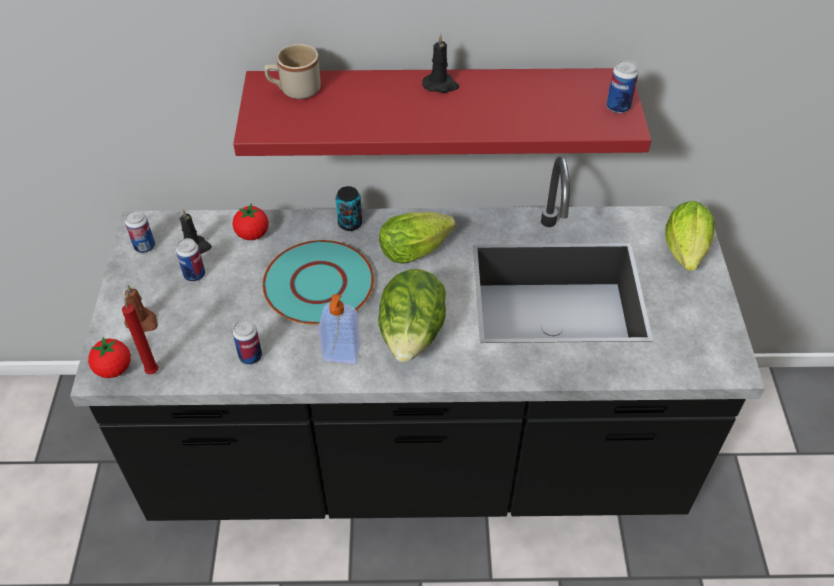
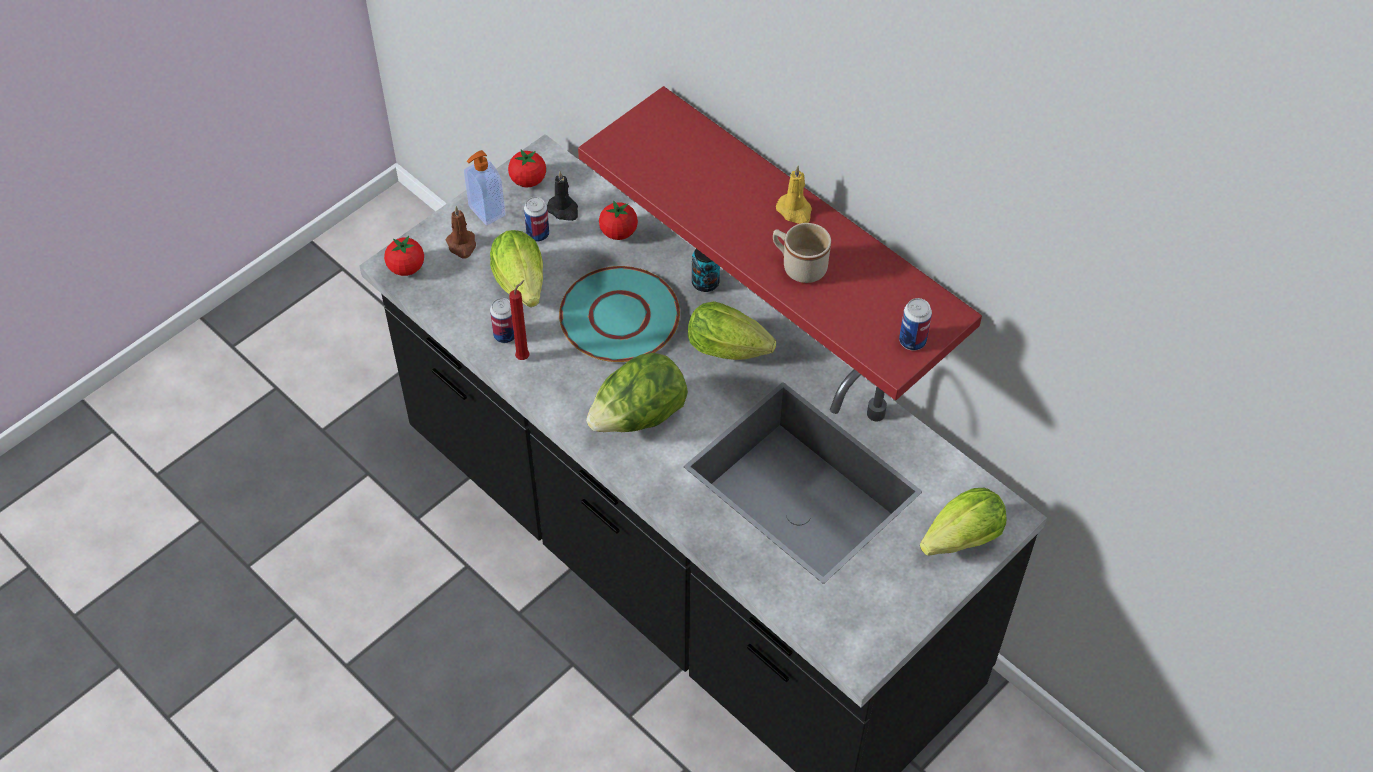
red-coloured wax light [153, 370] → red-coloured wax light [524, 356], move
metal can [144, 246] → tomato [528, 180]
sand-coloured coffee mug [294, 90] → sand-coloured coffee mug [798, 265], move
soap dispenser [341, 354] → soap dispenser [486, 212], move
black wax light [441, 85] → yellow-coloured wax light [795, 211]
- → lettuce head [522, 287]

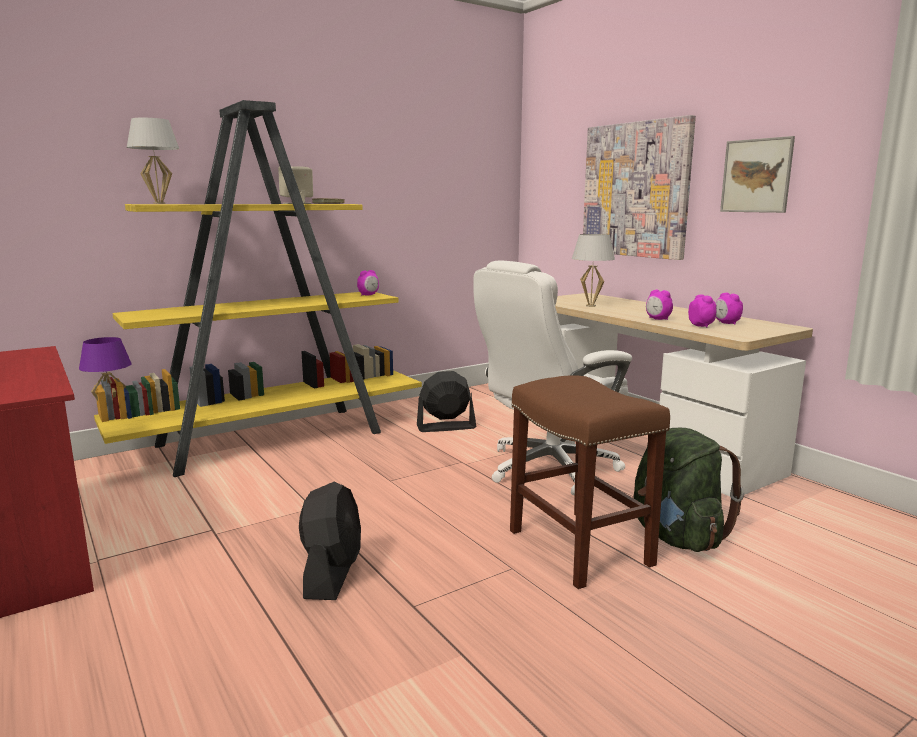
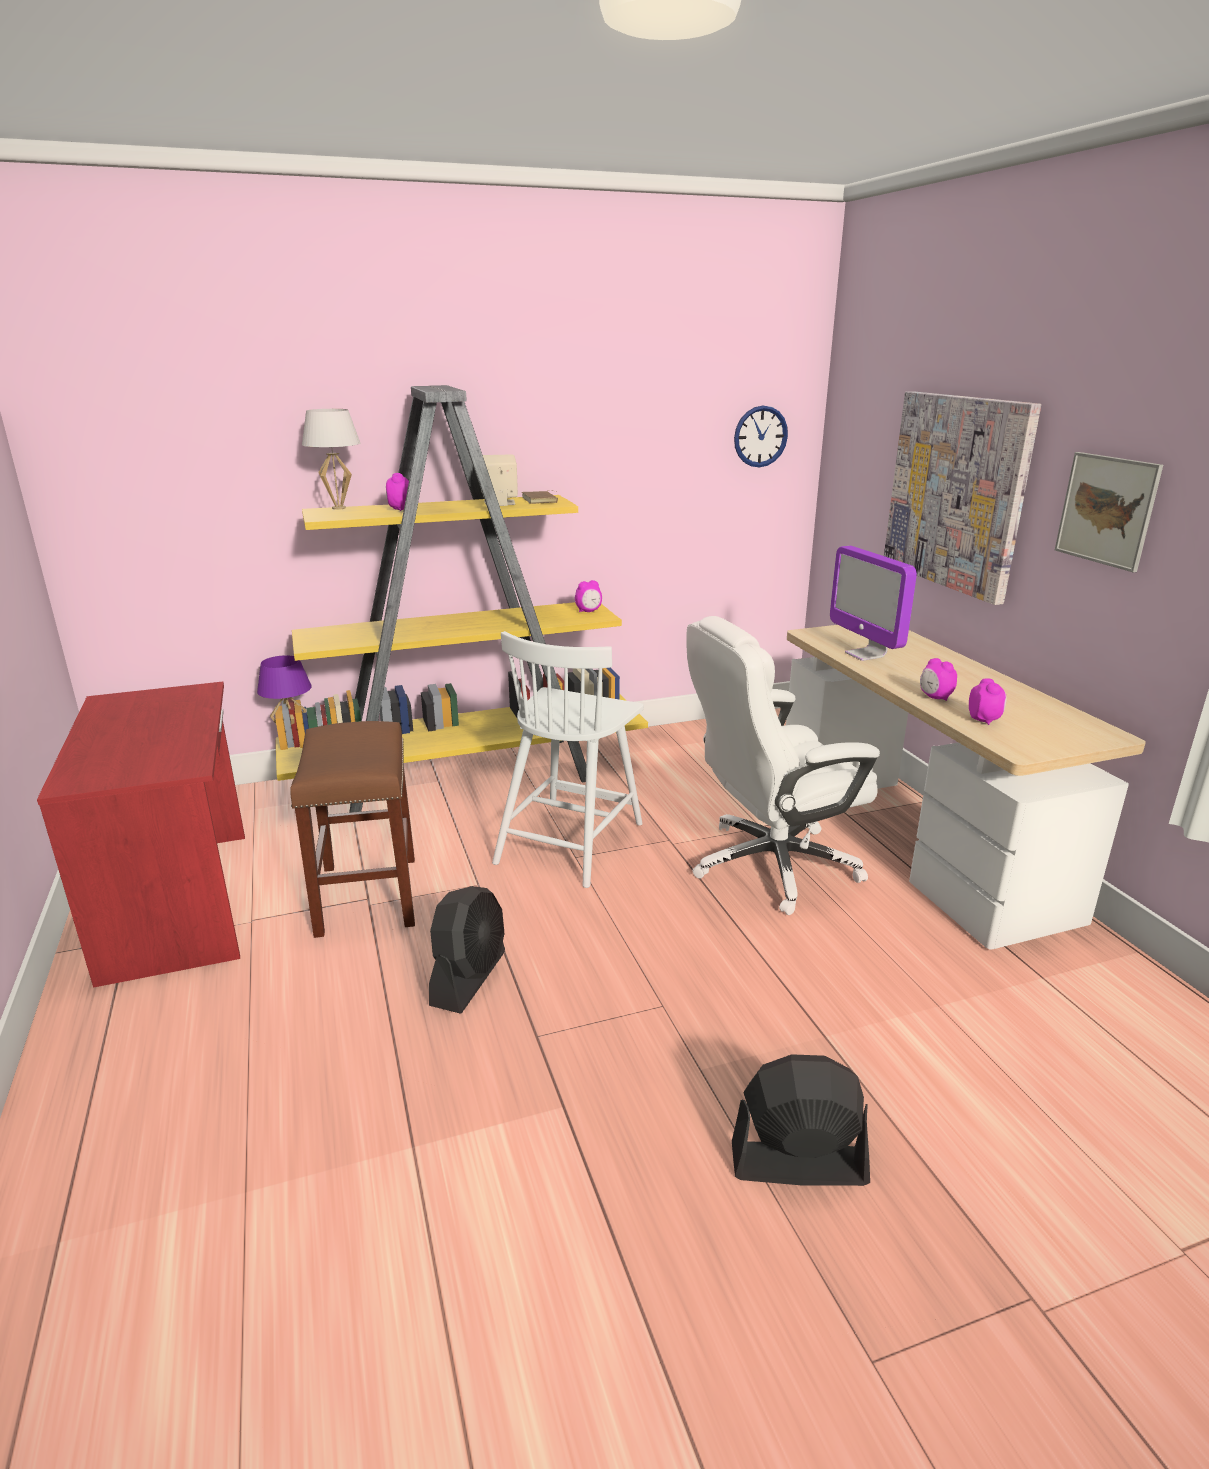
black fan [446, 427] → black fan [798, 1163], move
brownish stool [581, 548] → brownish stool [368, 896], move
white-coloured table lamp [590, 306] → computer screen [865, 655]
green knapsack [677, 537] → -
alarm clock [726, 323] → alarm clock [399, 509], move
- → white-coloured upright chair [570, 841]
- → clock on the wall [760, 436]

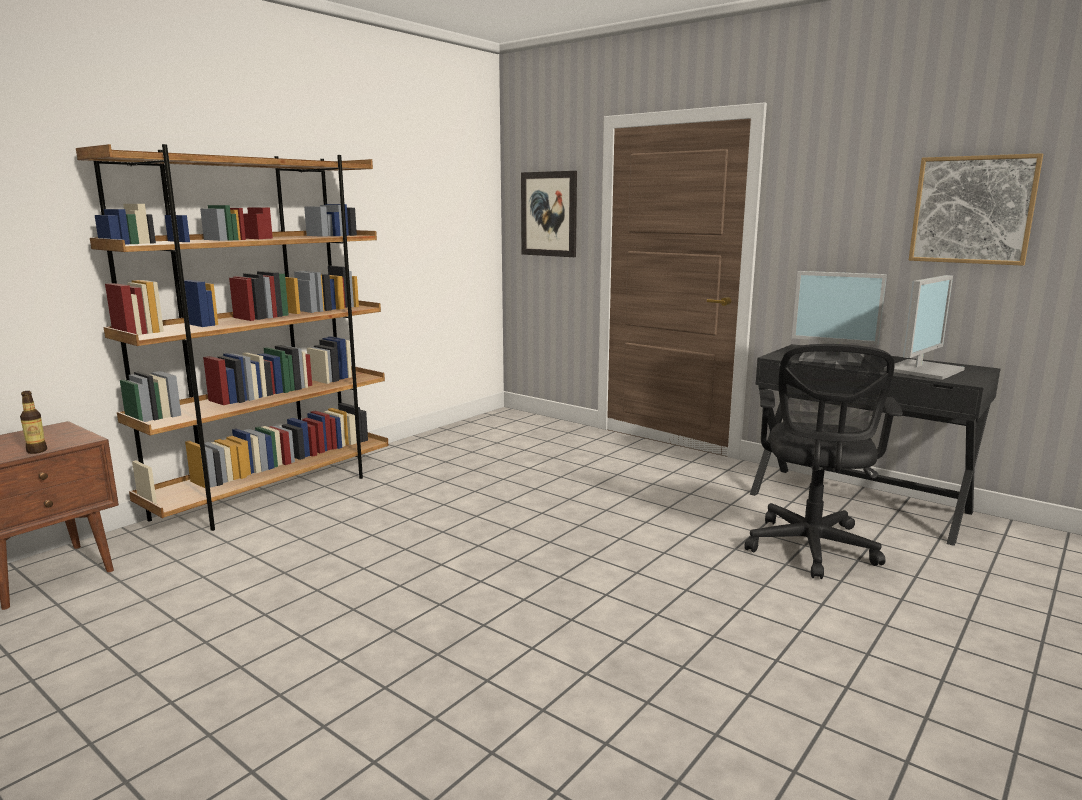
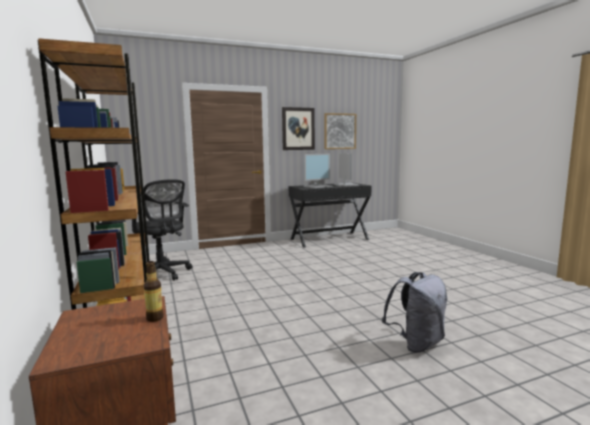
picture [549, 214] → picture [298, 129], move
black computer chair [811, 549] → black computer chair [162, 273], move
- → gray knapsack [416, 343]

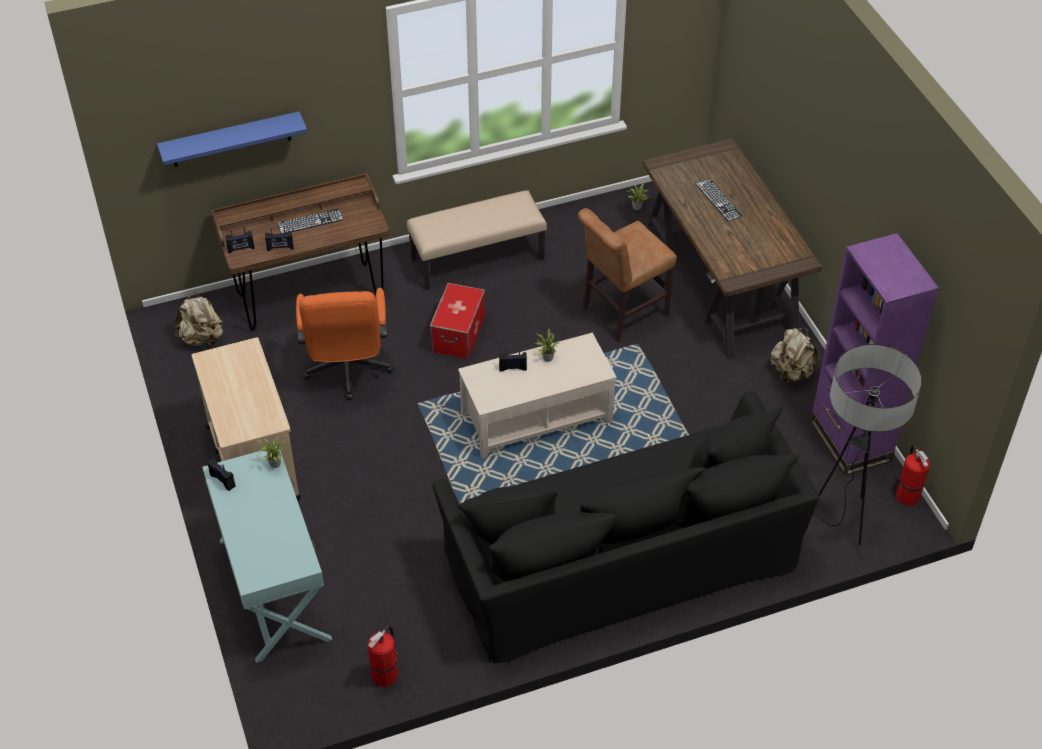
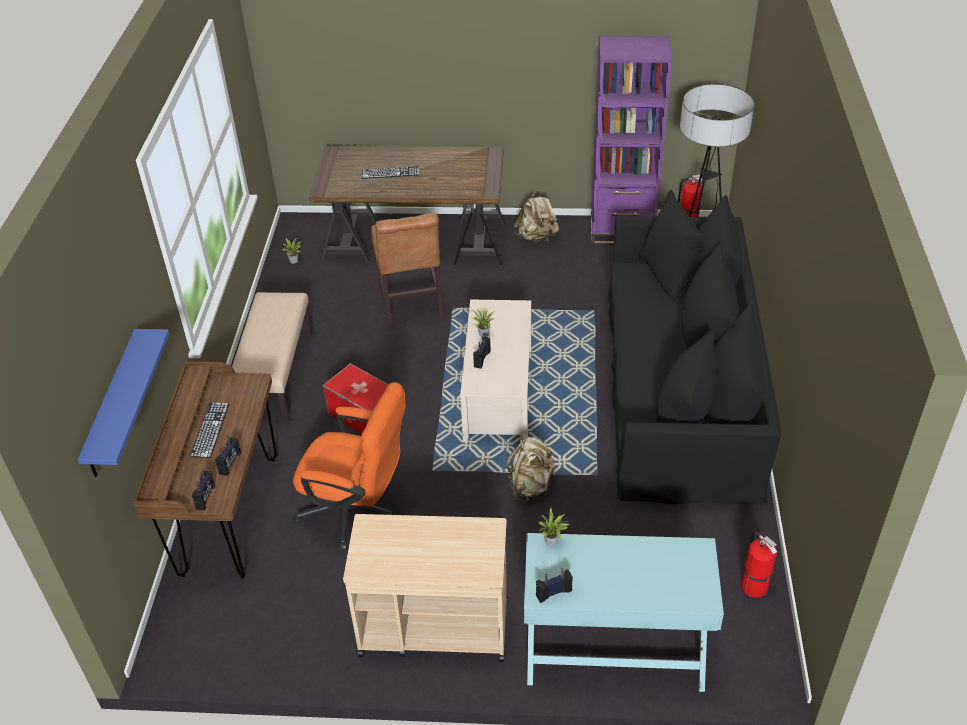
sand-coloured knapsack [202, 339] → sand-coloured knapsack [530, 486], move

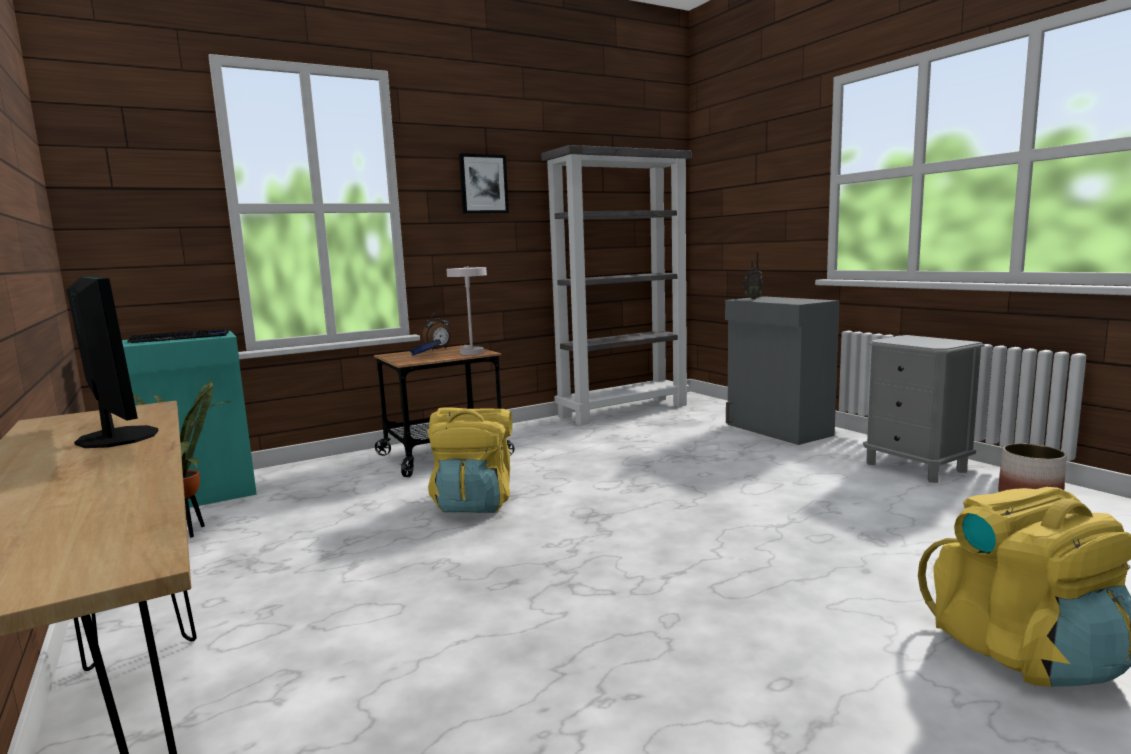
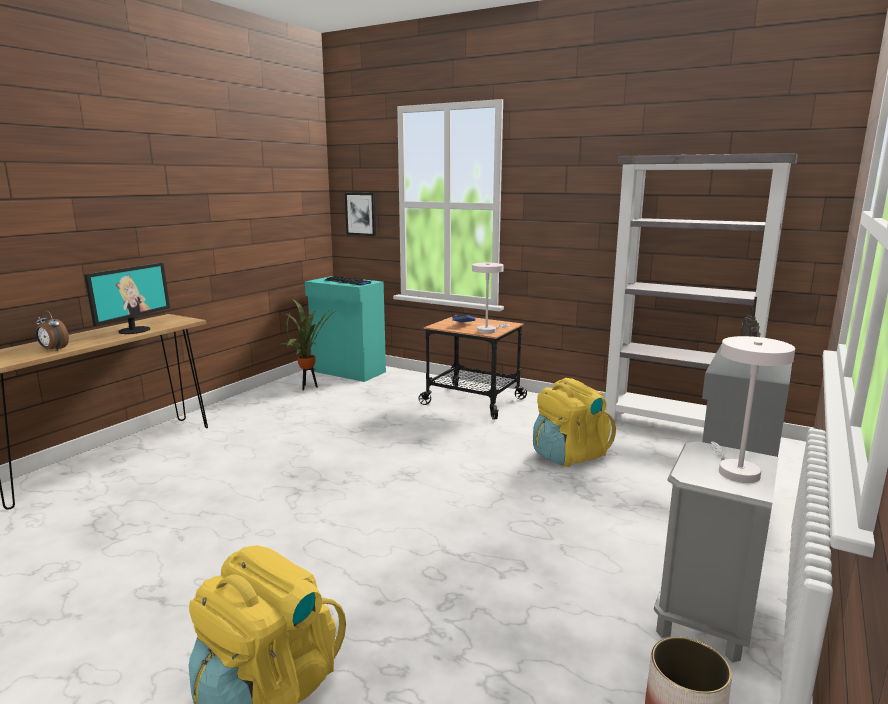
alarm clock [439, 349] → alarm clock [53, 349], move
yellow-coloured knapsack [475, 503] → yellow-coloured knapsack [569, 455], move
picture [483, 184] → picture [361, 214], move
- → white-coloured table lamp [735, 470]

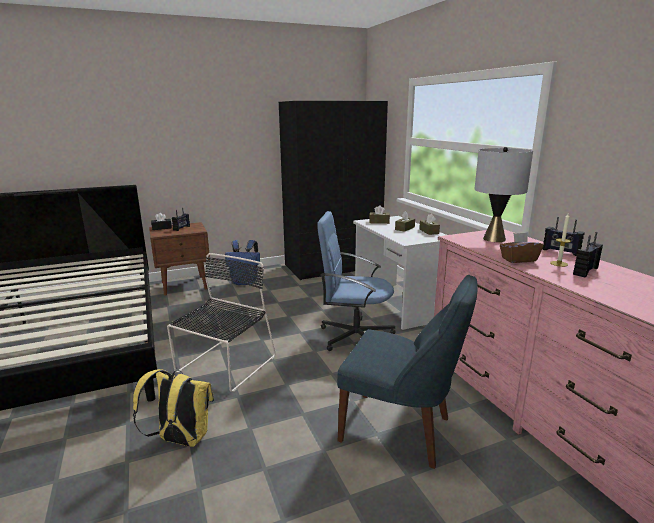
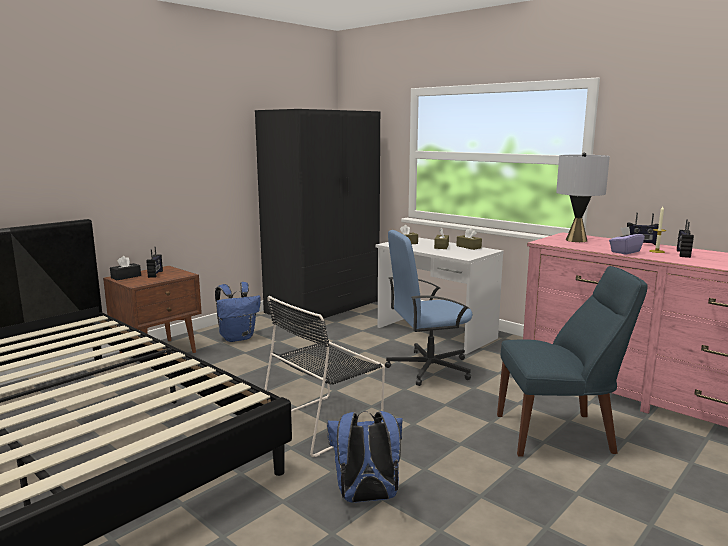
yellow-coloured knapsack [181, 440] → blue-coloured knapsack [366, 498]
black upright chair [224, 366] → black upright chair [324, 423], 135 degrees counterclockwise
brownish box of tissues [518, 259] → purplish box of tissues [625, 252]

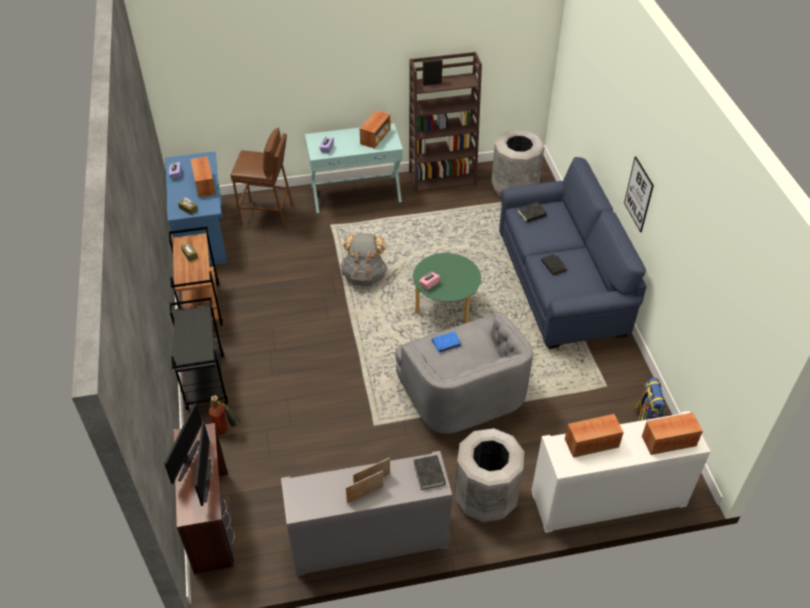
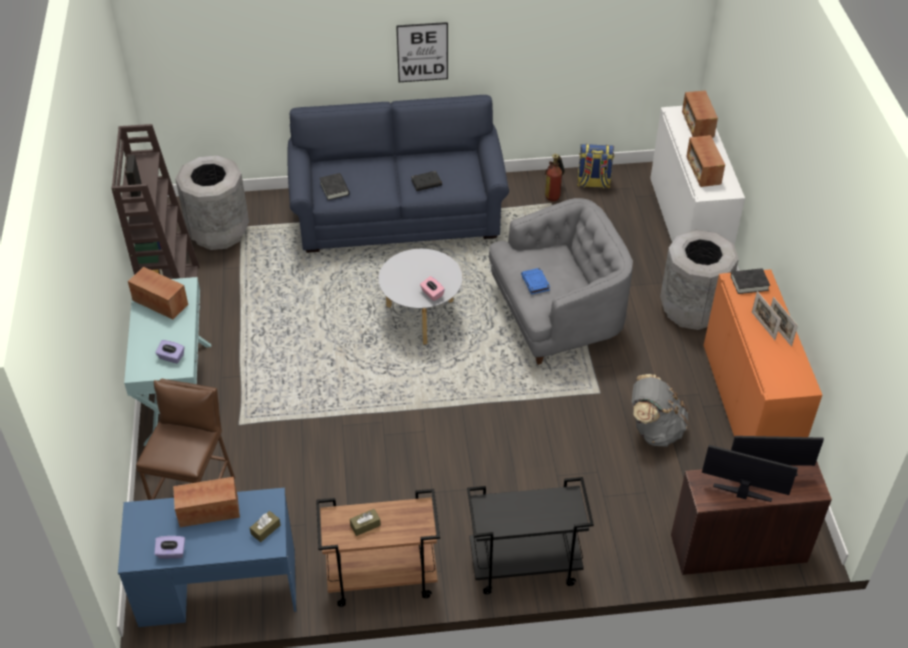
extinguisher [226, 431] → extinguisher [554, 193], move
gray storage cabinet [369, 540] → orangey storage cabinet [748, 404]
gray knapsack [364, 276] → gray knapsack [654, 429], move
green coffee table [445, 307] → gray coffee table [421, 316]

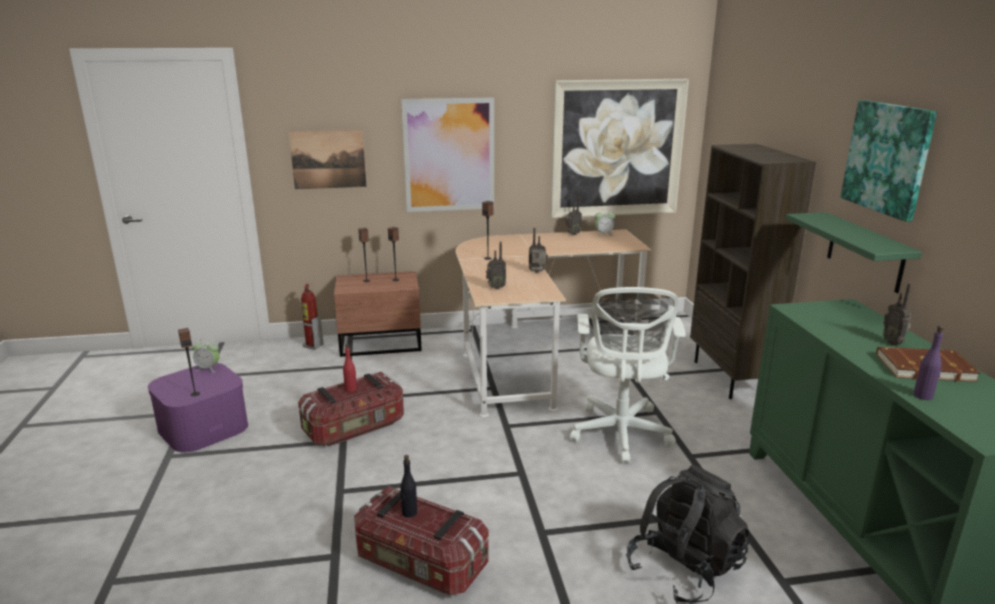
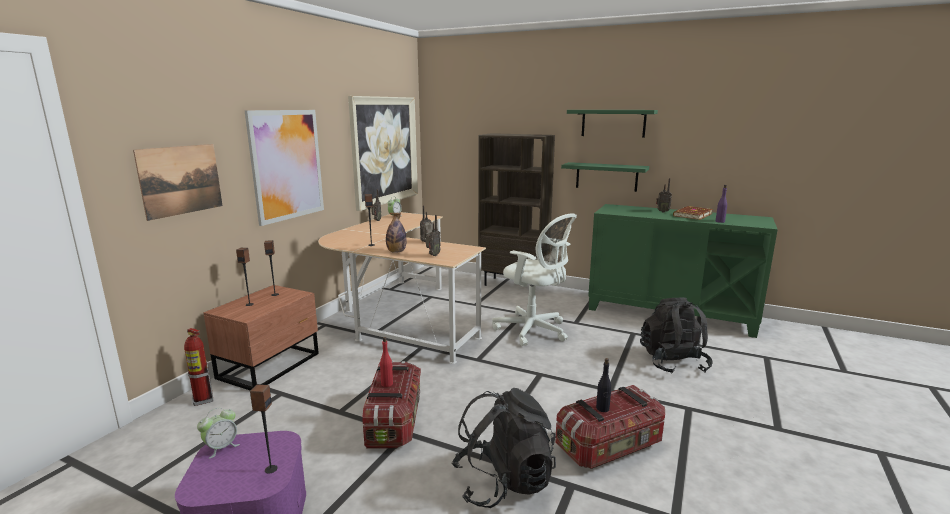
picture [888, 158] → green shelf [613, 123]
- → beverage bottle [396, 252]
- → black knapsack [503, 482]

